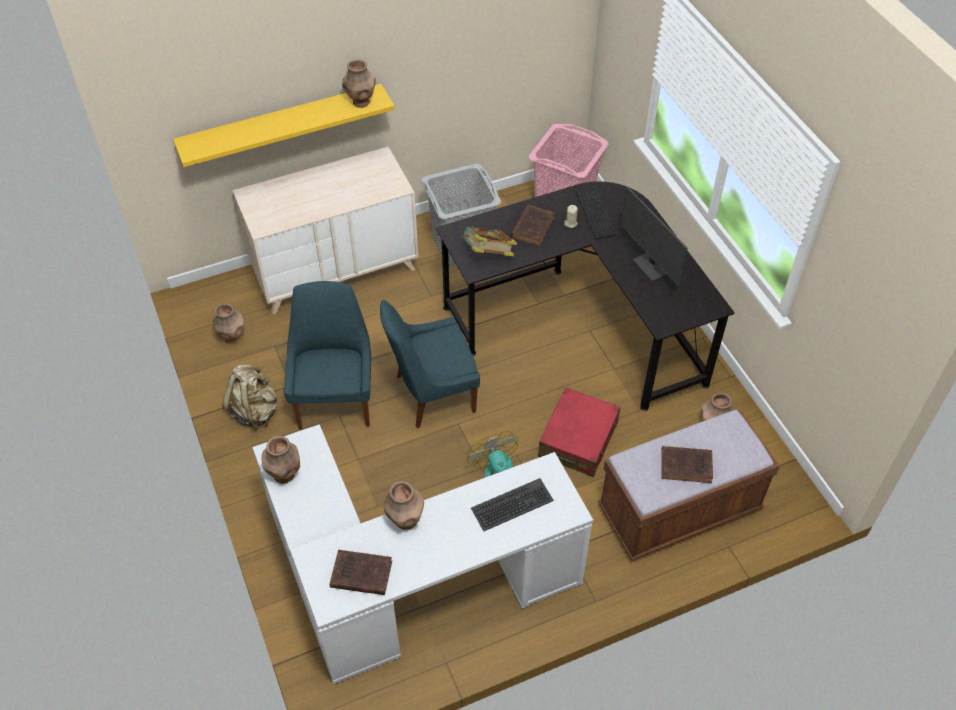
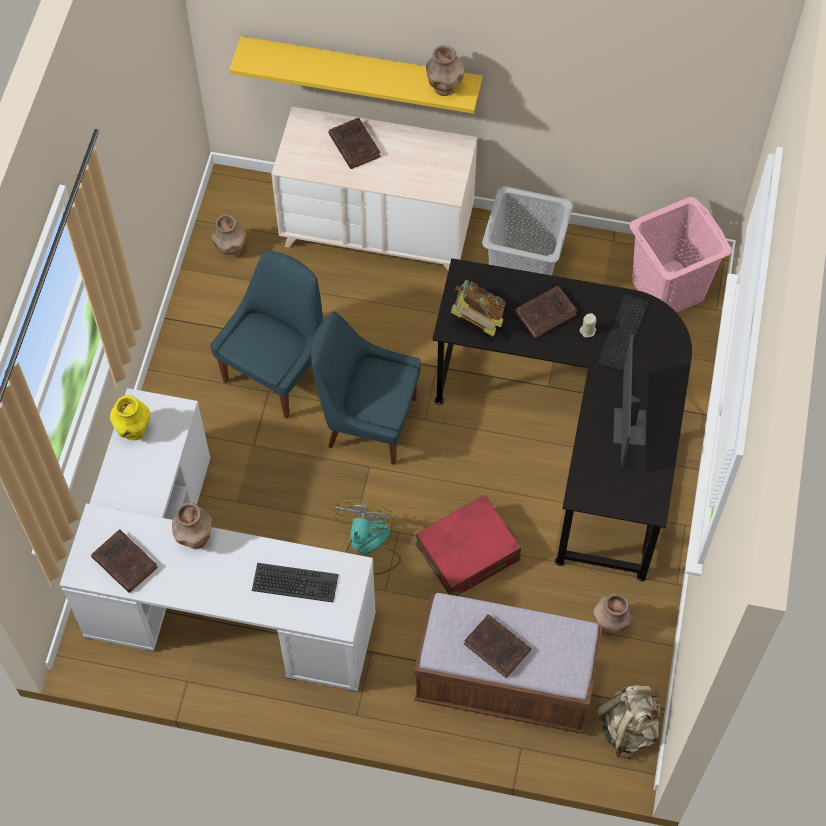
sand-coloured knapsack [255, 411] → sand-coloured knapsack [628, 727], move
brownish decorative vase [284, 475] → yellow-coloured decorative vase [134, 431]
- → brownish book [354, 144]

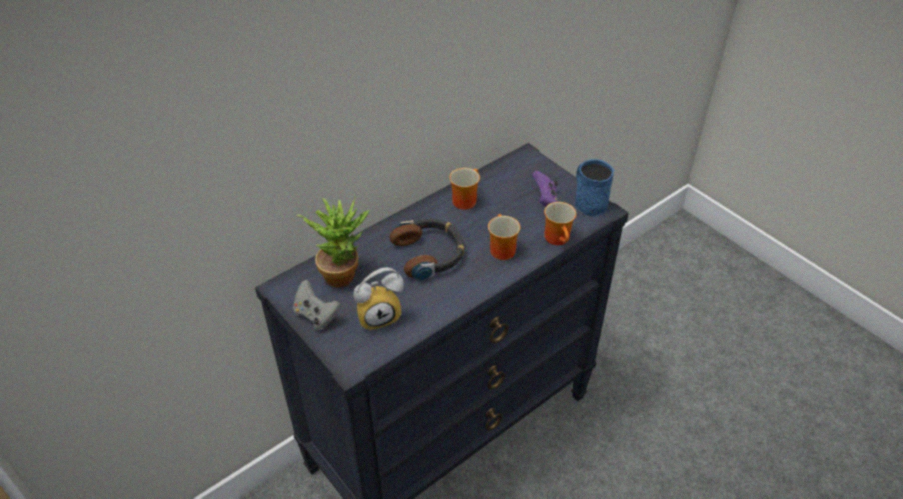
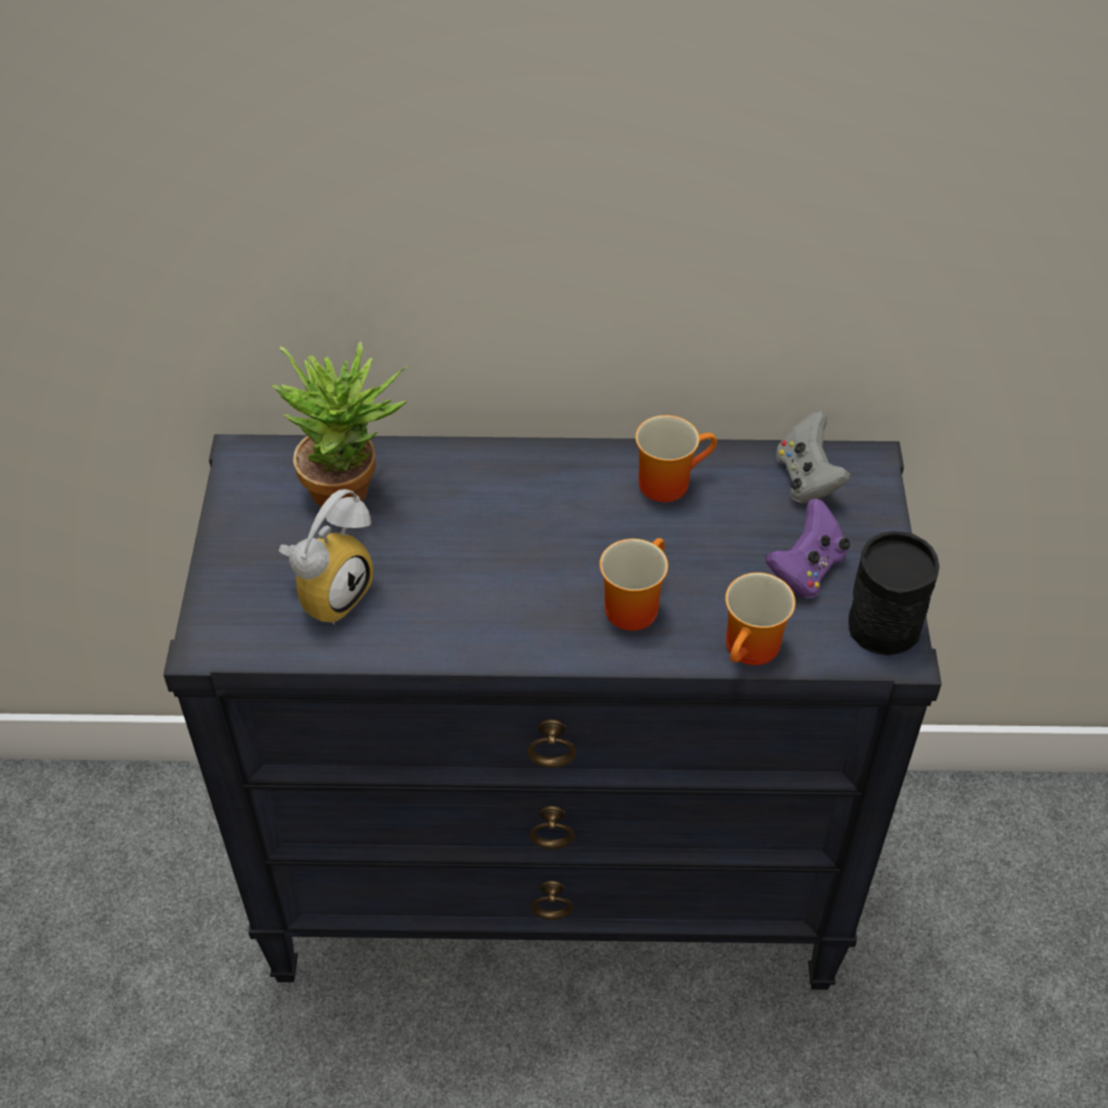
gray joypad [316, 315] → gray joypad [807, 478], move
alarm clock [379, 315] → alarm clock [330, 591], 75 degrees counterclockwise
headset [429, 254] → -
blue-coloured coffee mug [588, 201] → black coffee mug [884, 616]

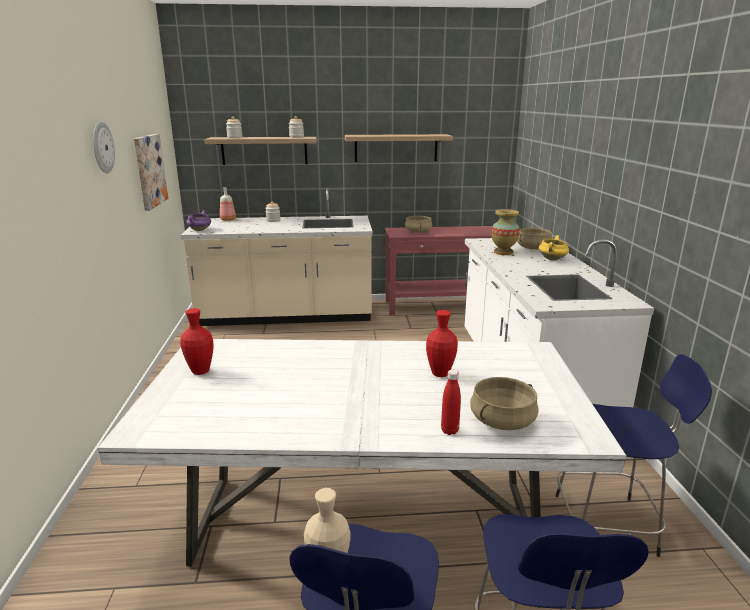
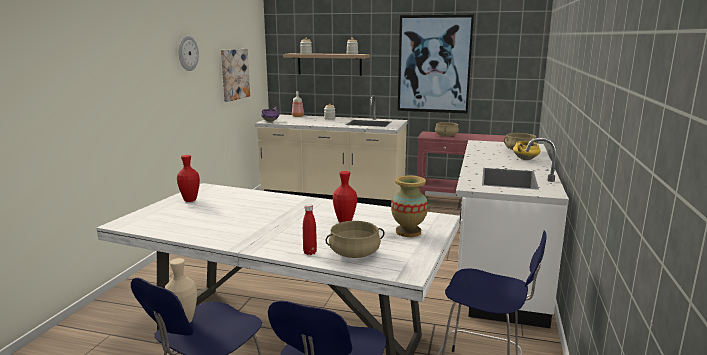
shelf [396, 148] → picture [434, 64]
decorative vase [503, 252] → decorative vase [408, 232], move

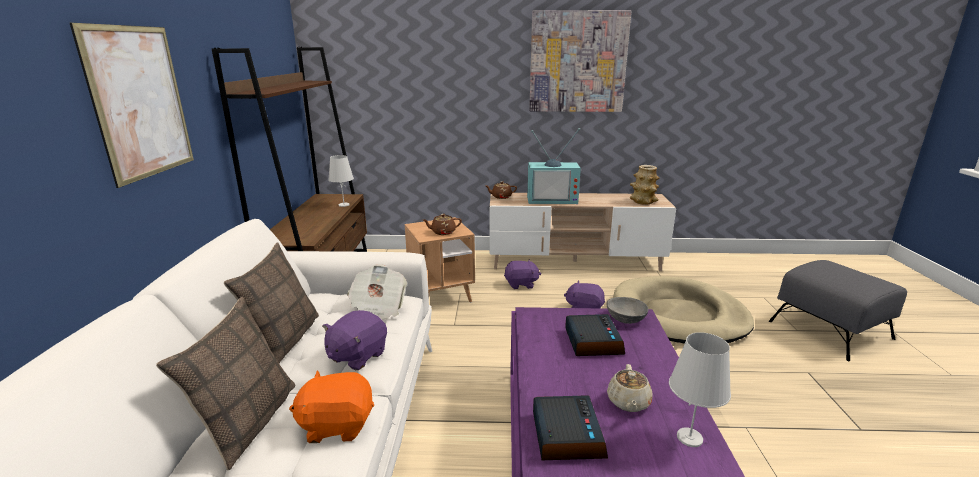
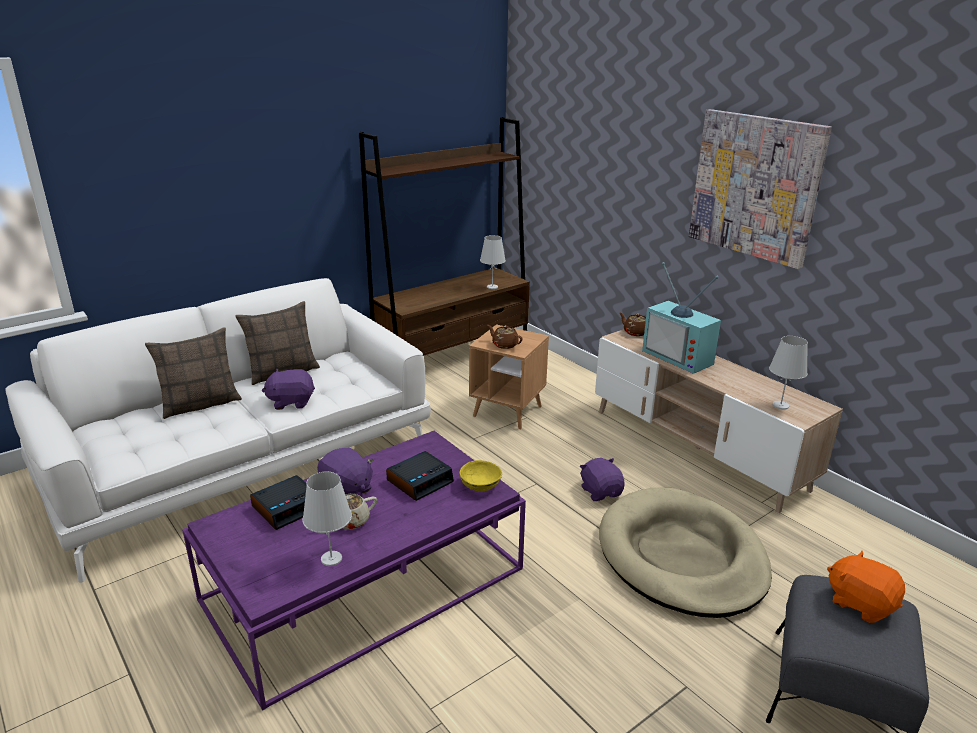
picture [140, 102] → -
orangey cuddly toy [337, 425] → orangey cuddly toy [860, 603], move
newspaper [377, 309] → -
purplish cuddly toy [521, 284] → purplish cuddly toy [346, 490], move
gray bowl [625, 319] → yellow-coloured bowl [480, 485]
decorative vase [642, 201] → white-coloured table lamp [780, 405]

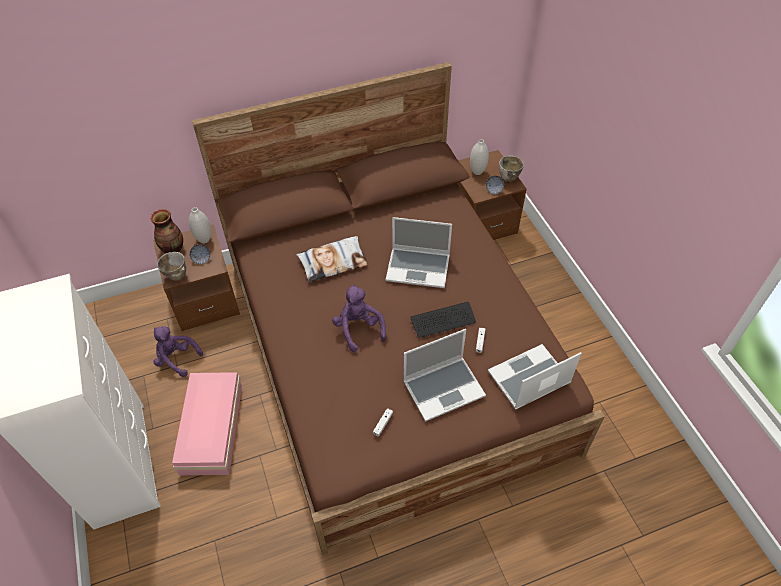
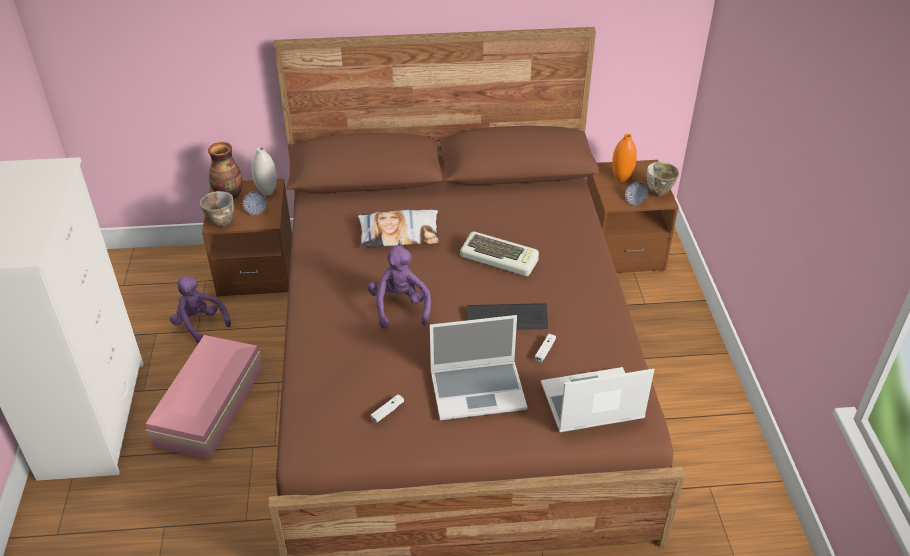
laptop [419, 268] → keyboard [500, 258]
white-coloured decorative vase [477, 172] → orangey decorative vase [621, 178]

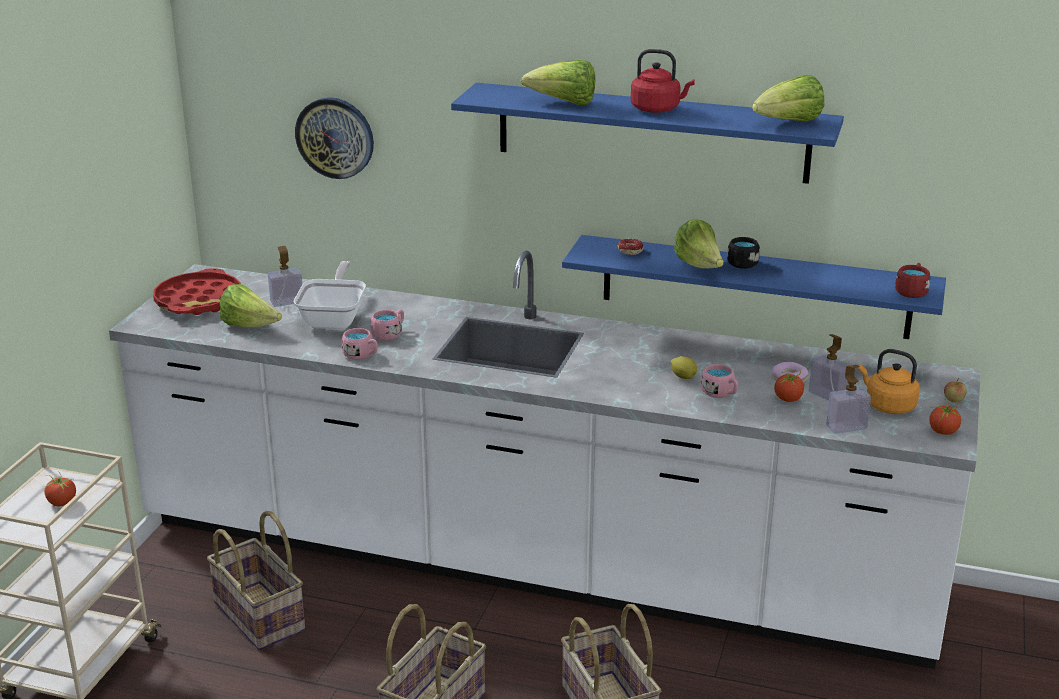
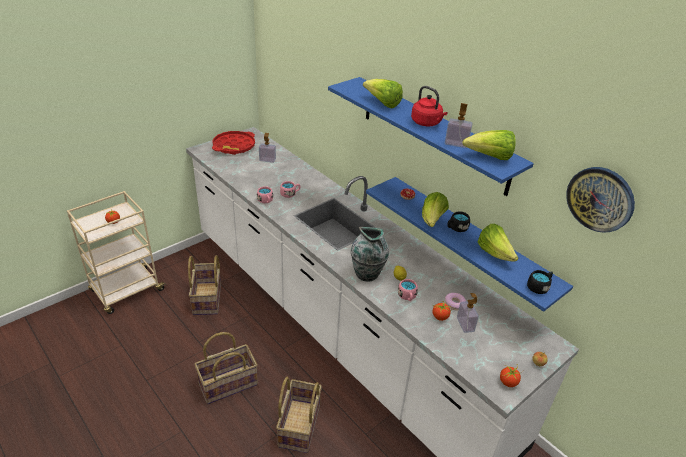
lettuce head [250, 326] → lettuce head [494, 253], move
skillet [335, 318] → -
clock on the wall [335, 137] → clock on the wall [600, 199], move
soap dispenser [846, 427] → soap dispenser [456, 144], move
orangey kettle [887, 406] → -
red-coloured coffee mug [912, 290] → black coffee mug [539, 287]
- → decorative vase [367, 274]

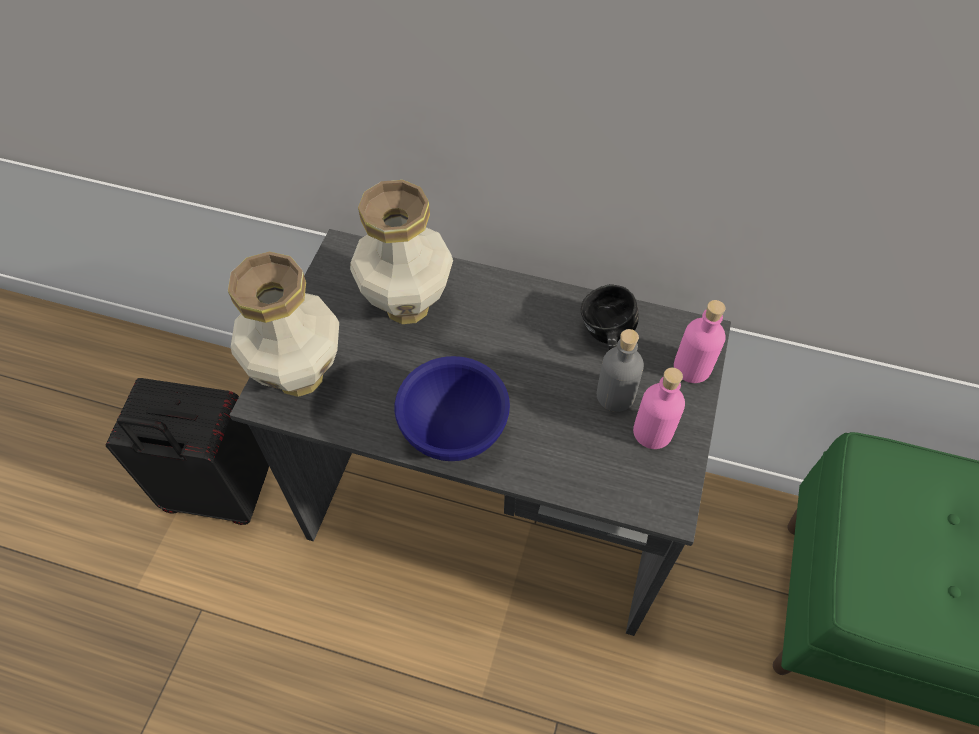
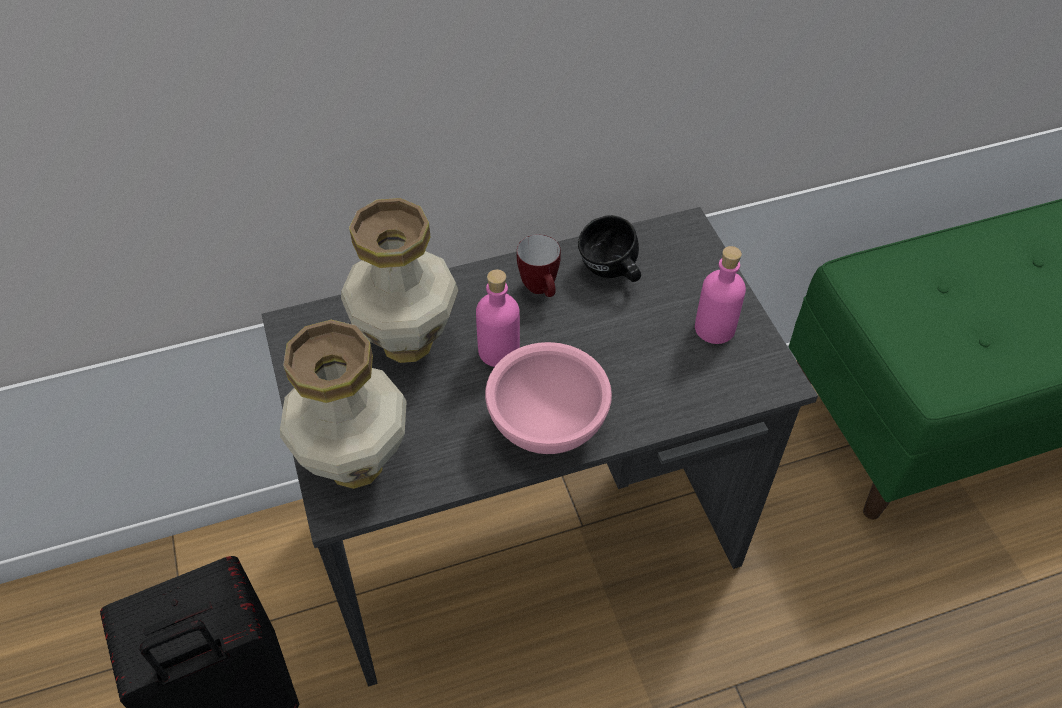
blue-coloured bowl [455, 429] → pinkish bowl [548, 423]
gray beverage bottle [615, 395] → -
pinkish beverage bottle [692, 367] → pinkish beverage bottle [499, 351], move
- → coffee mug [541, 290]

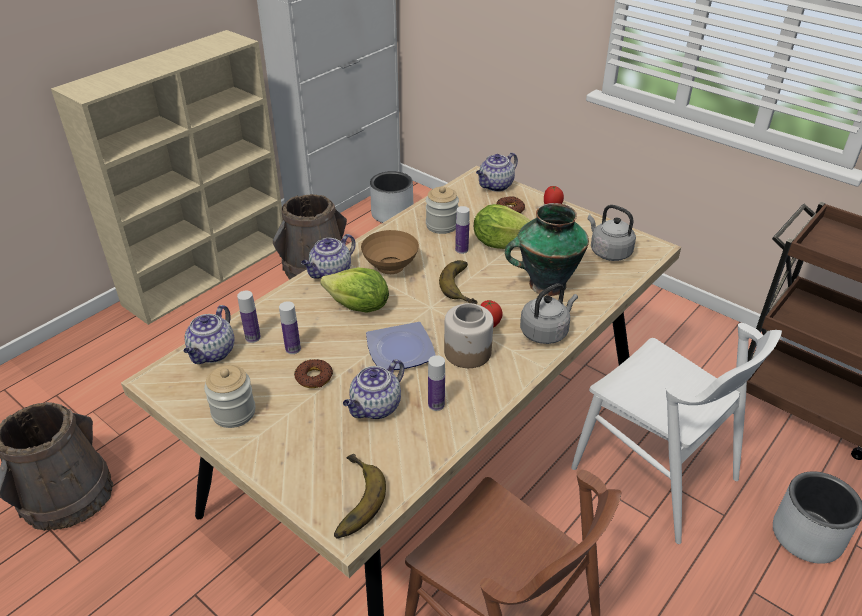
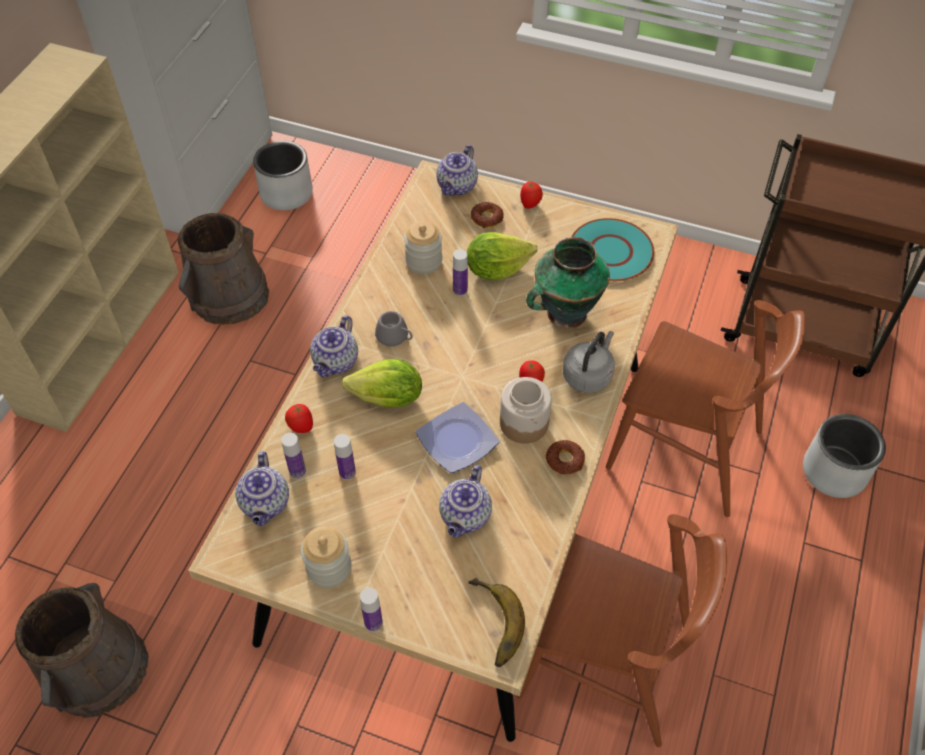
donut [314, 377] → donut [565, 460], move
brownish bowl [389, 268] → gray coffee mug [395, 337]
beverage bottle [436, 404] → beverage bottle [373, 623], move
banana fruit [465, 285] → -
white-coloured upright chair [655, 473] → brownish upright chair [685, 449]
gray kettle [608, 252] → blue-green flat dish [610, 252]
- → tomato [301, 427]

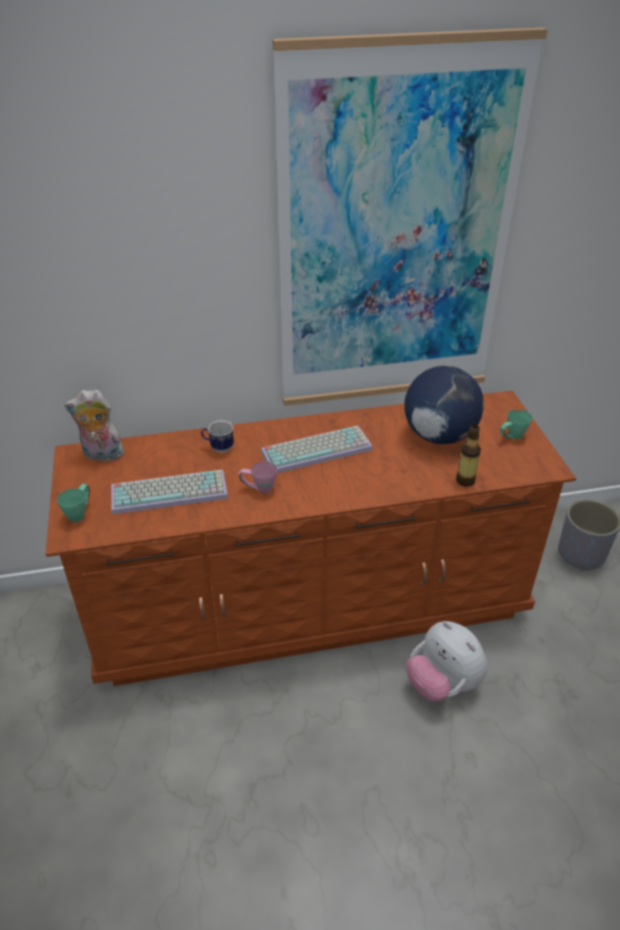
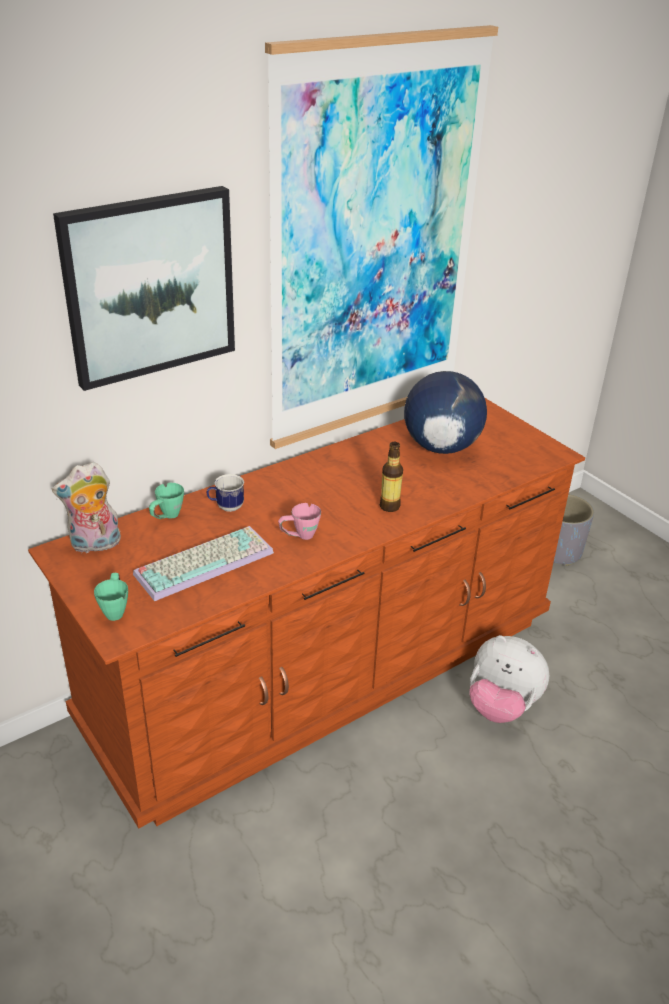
keyboard [317, 449] → -
beverage bottle [465, 480] → beverage bottle [389, 506], move
green coffee mug [511, 437] → green coffee mug [167, 517], move
- → picture [149, 286]

